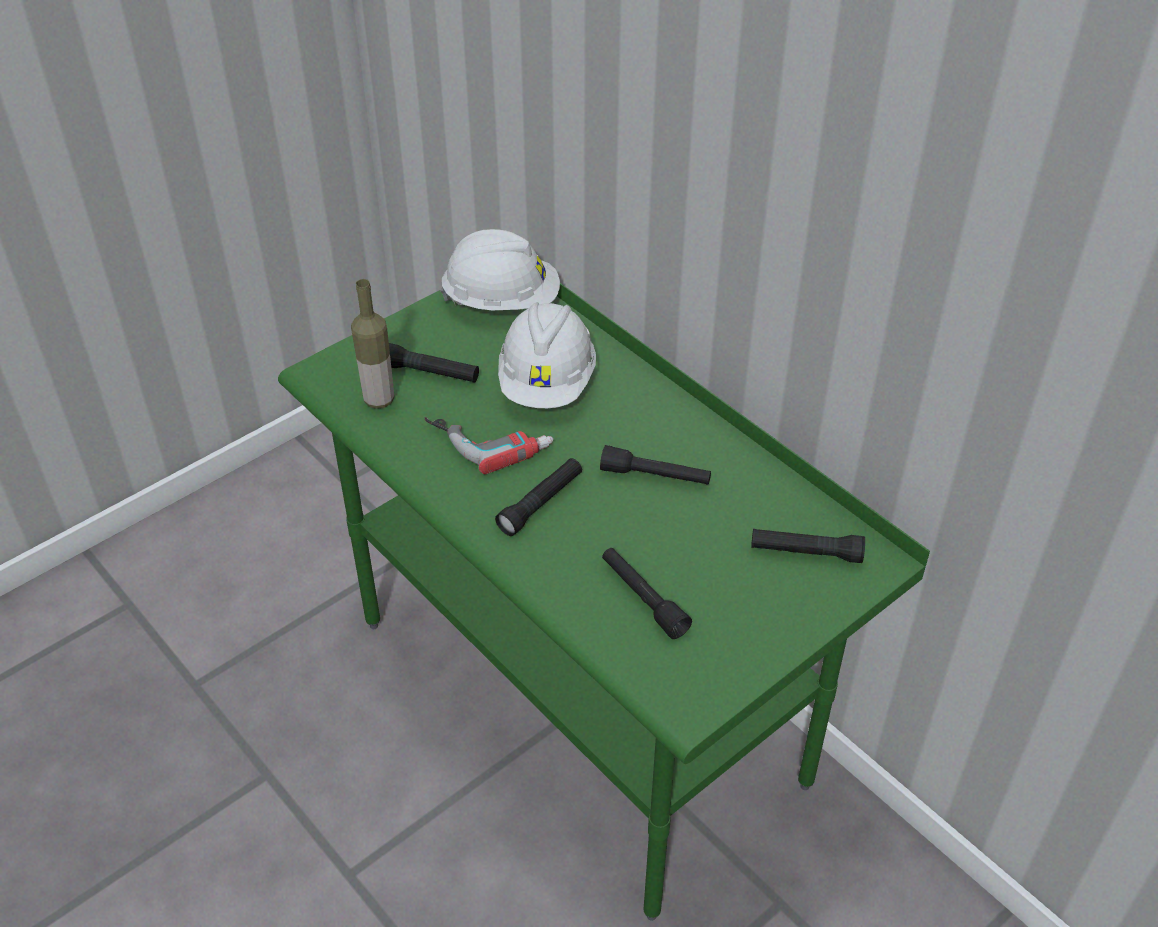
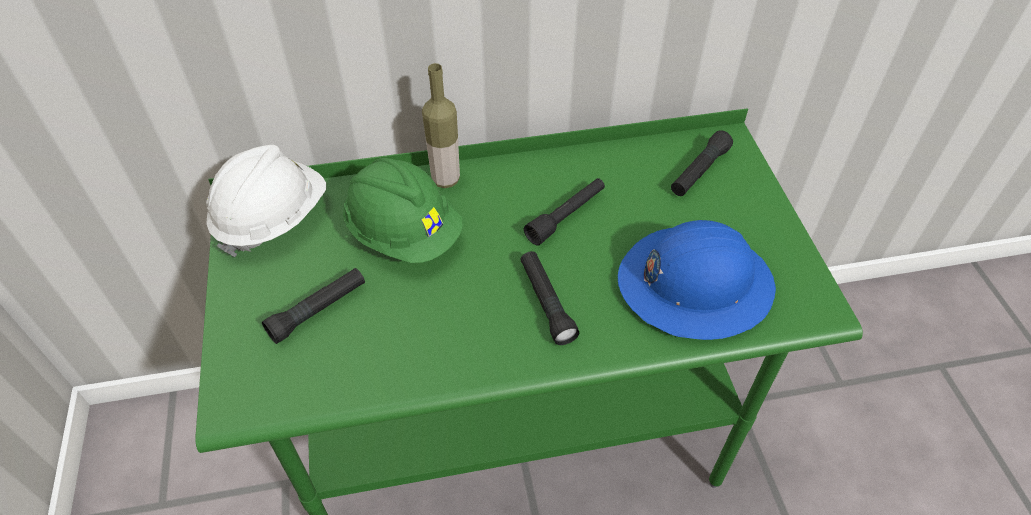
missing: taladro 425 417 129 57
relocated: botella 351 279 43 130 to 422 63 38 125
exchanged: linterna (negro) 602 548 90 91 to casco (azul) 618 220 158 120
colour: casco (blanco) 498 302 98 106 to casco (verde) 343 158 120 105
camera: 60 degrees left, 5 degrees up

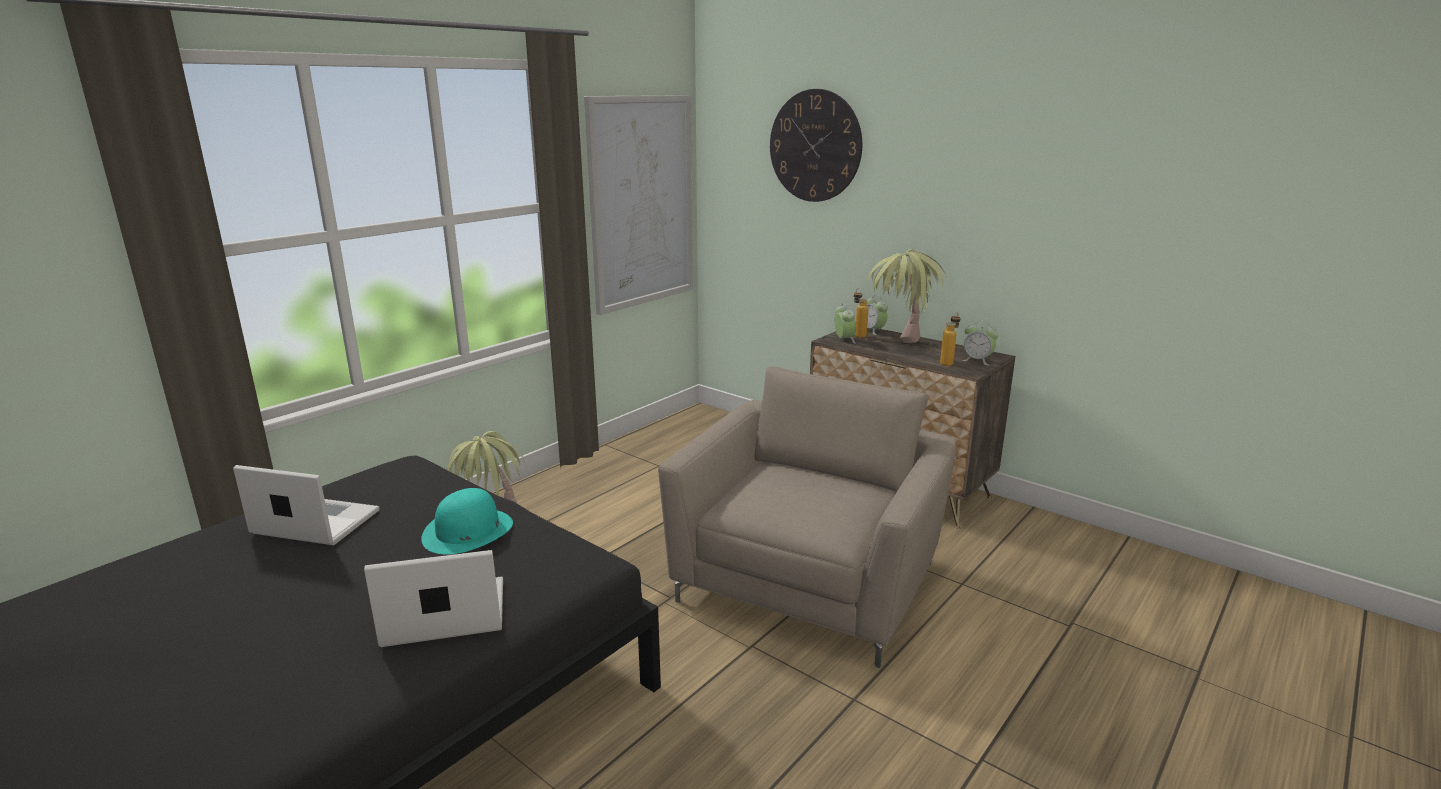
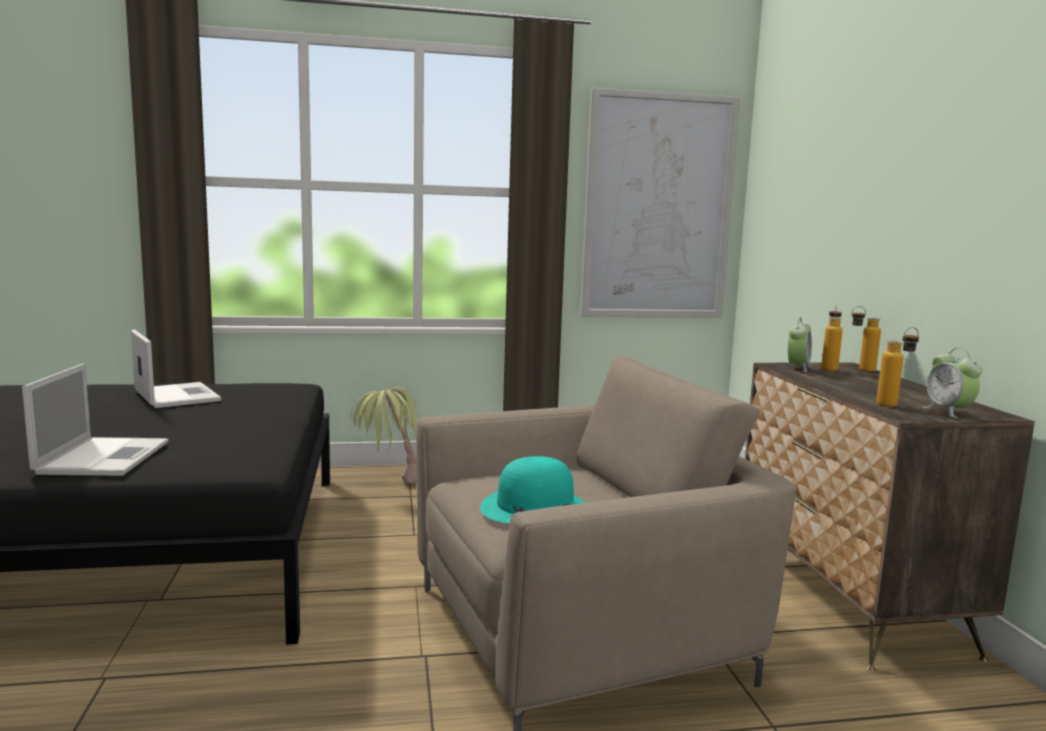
missing: reloj de pared 770 89 92 113; planta en maceta 868 249 79 94
relocated: sombrero (turquesa) 421 488 92 67 to 480 456 106 67
exchanged: despertador 867 295 21 40 to botella 851 306 30 66
spun: portátil 364 550 139 97 = 22 363 146 113 60 degrees clockwise
camera: 40 degrees right, 10 degrees down

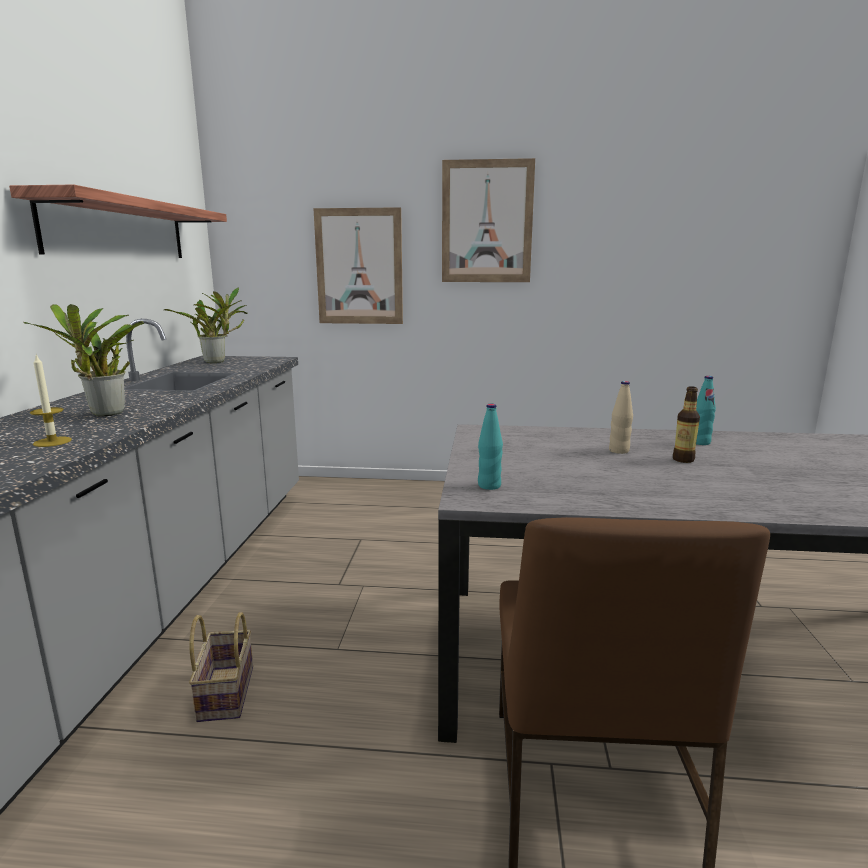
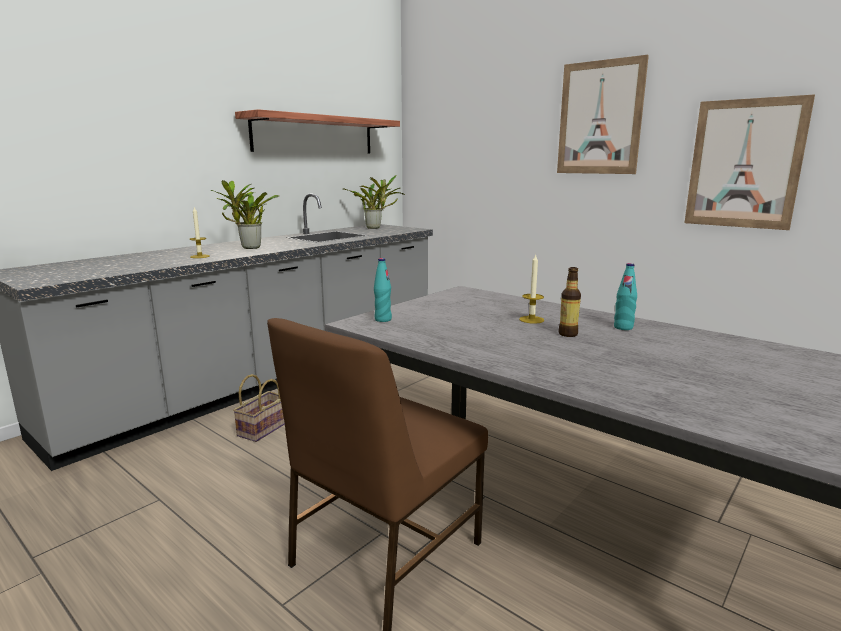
relocated: cuadro 313 207 90 117 to 684 94 131 136
exchanged: botella (beis) 609 381 24 73 to vela 519 253 25 71
camera: 35 degrees right, 0 degrees up

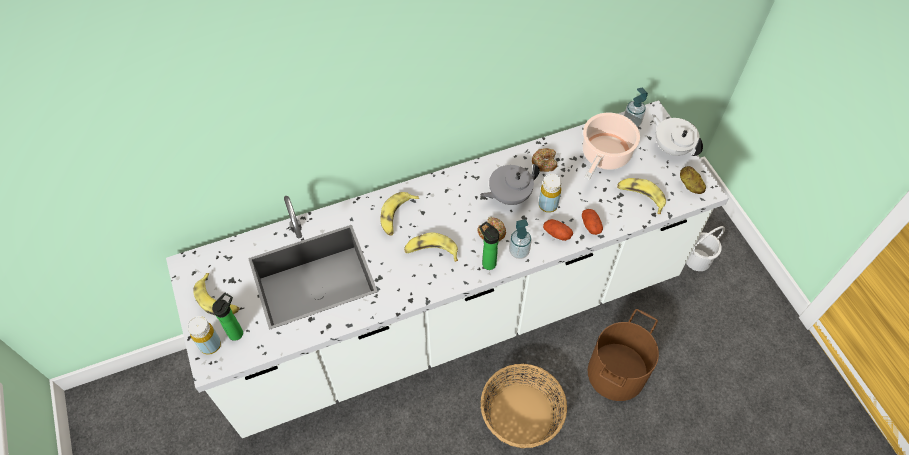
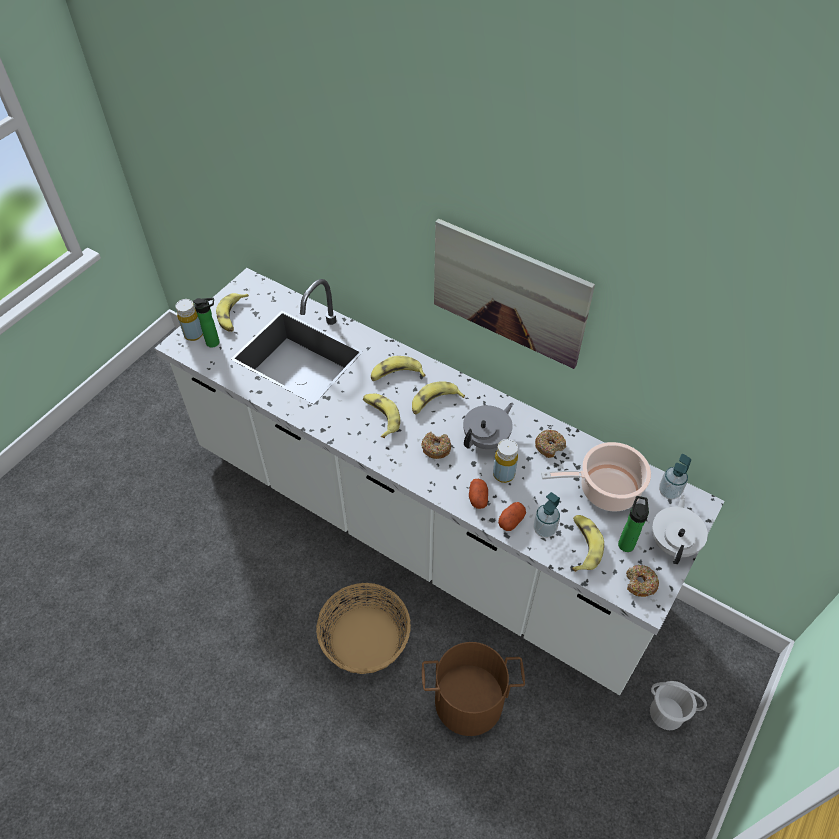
appeared: cuadro 434 219 161 150; plátano 412 381 53 33
relocated: dispensador de jabón 509 219 23 40 to 533 492 27 46; botella 479 222 20 48 to 618 496 31 56
exchanged: patata 680 166 26 28 to rosquilla 626 565 33 32
spun: tetera (gris) 480 164 60 41 = 463 403 50 46 105 degrees clockwise
camera: 55 degrees right, 5 degrees down

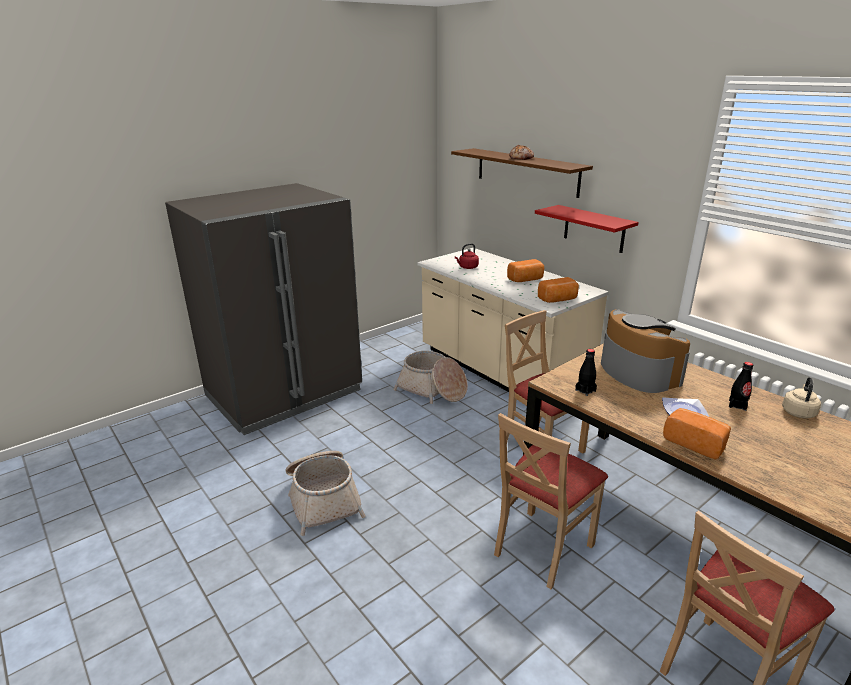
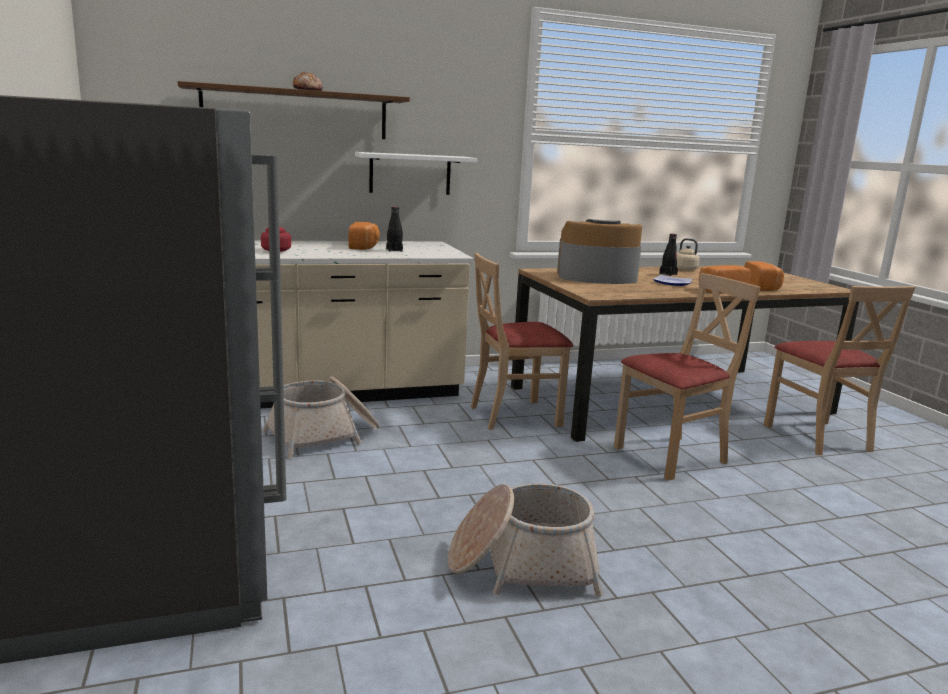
relocated: pan 538 277 41 26 to 744 261 40 30; botella (negro) 575 349 22 47 to 386 206 17 46
colour: estante (rojo) 535 205 103 48 to estante (blanco) 355 152 122 43
spun: silla (beis) 494 413 114 176 = 614 273 147 208 90 degrees counterclockwise
camera: 70 degrees left, 10 degrees down

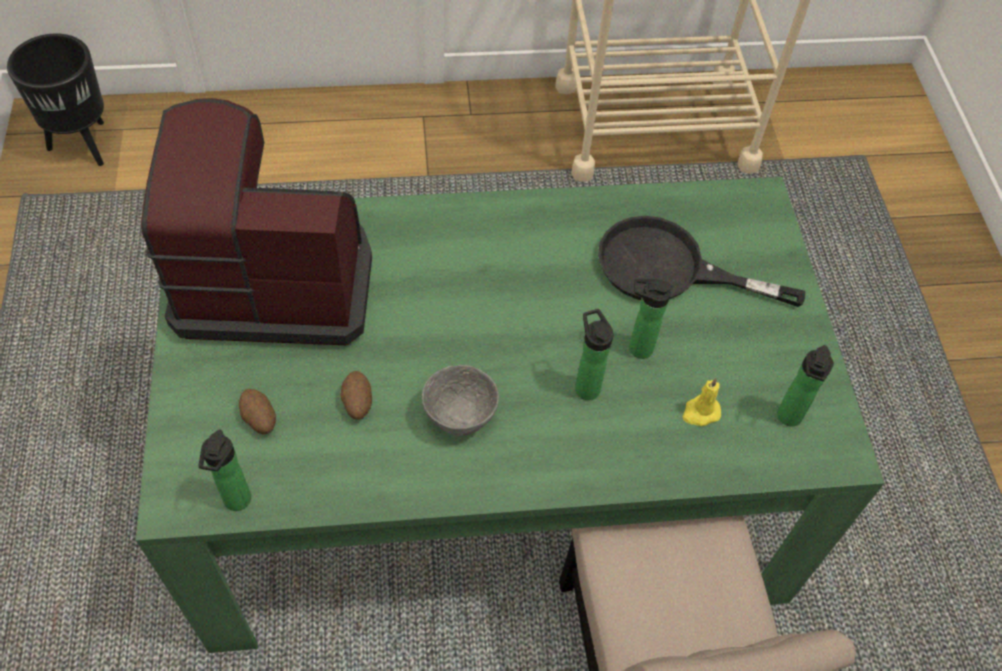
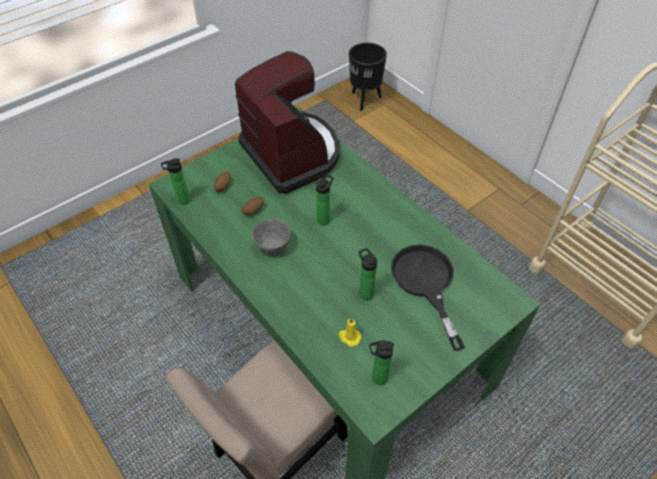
relocated: botella 575 309 38 91 to 316 174 18 52
camera: 60 degrees right, 5 degrees down

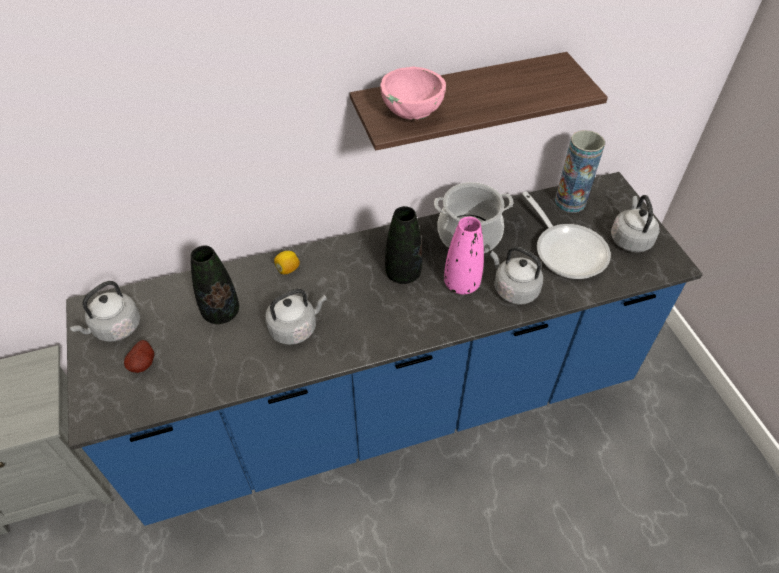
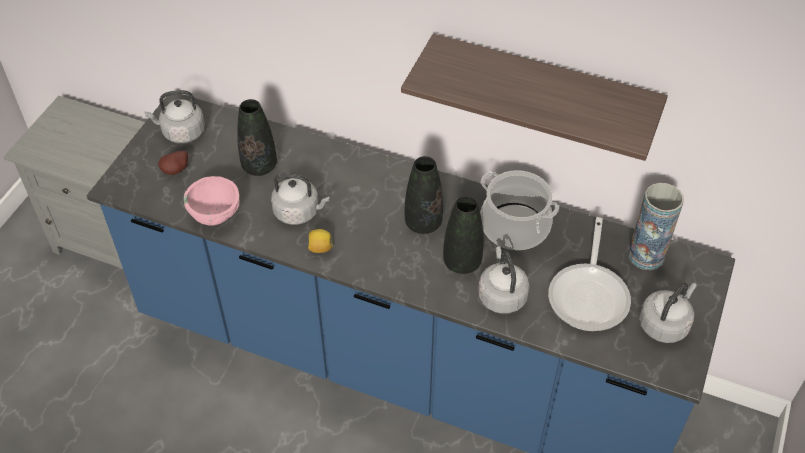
relocated: cuenco (rosa) 380 67 66 53 to 184 176 56 50; limón 274 251 26 23 to 308 229 25 24
colour: florero (rosa) 444 217 40 77 to florero (negro) 443 196 40 78
camera: 40 degrees right, 0 degrees up

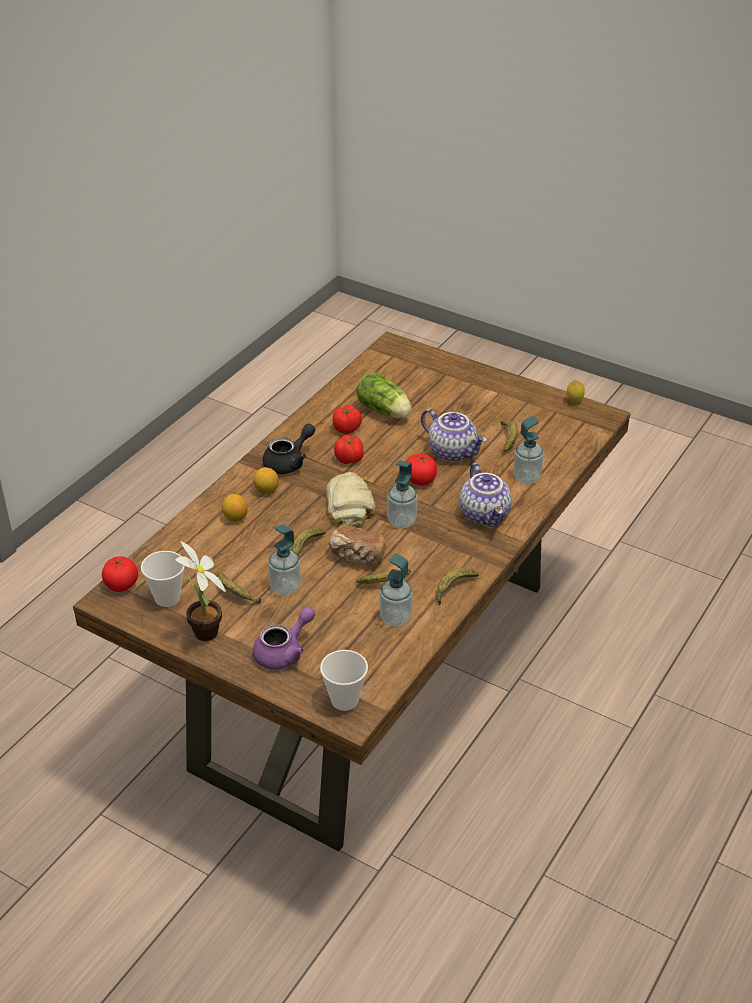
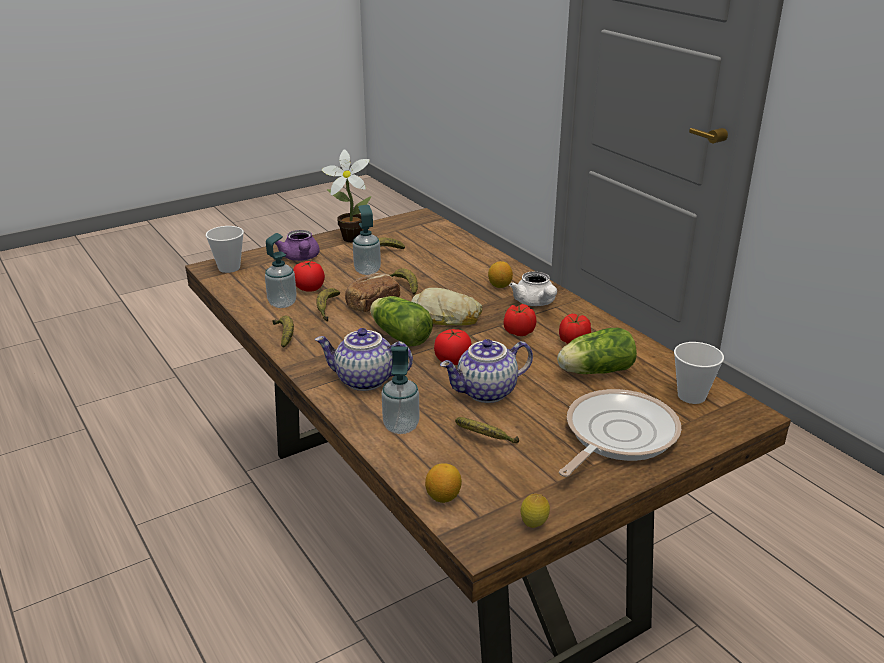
appeared: sartén 559 389 122 88
relocated: limón 222 494 26 28 to 425 463 37 40; taza 141 551 44 56 to 674 342 50 62; tomate 102 556 36 36 to 293 260 32 32
exchanged: dispensador de jabón 387 460 31 68 to lechuga 370 296 63 50
colour: tetera (negro) 263 423 52 51 to tetera (blanco) 509 271 48 35
camera: 115 degrees right, 10 degrees down

